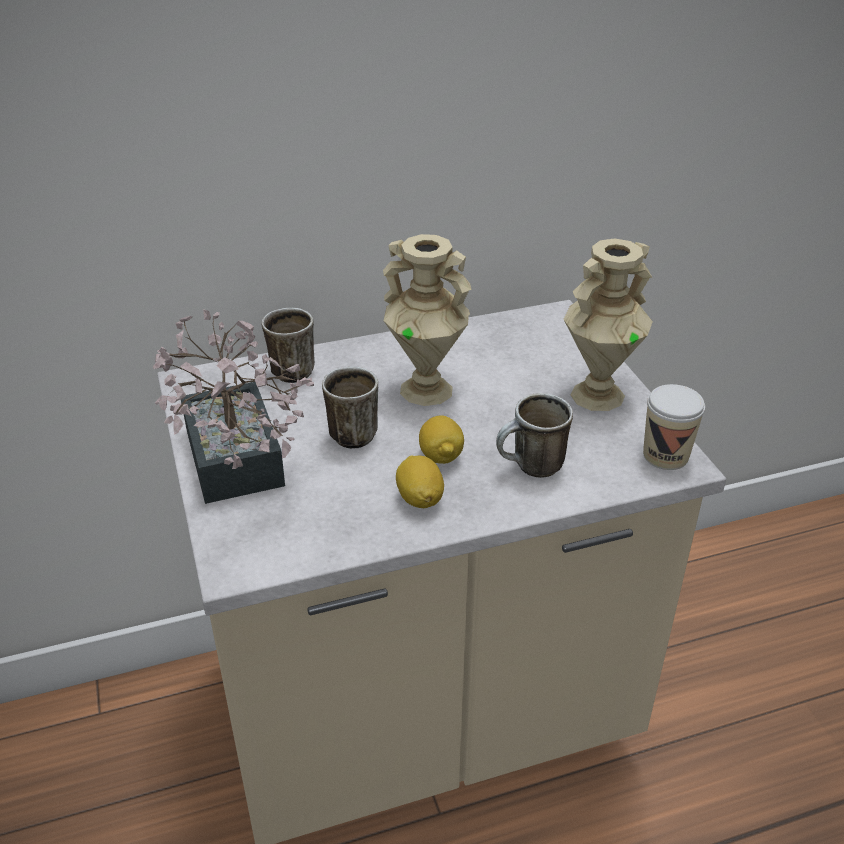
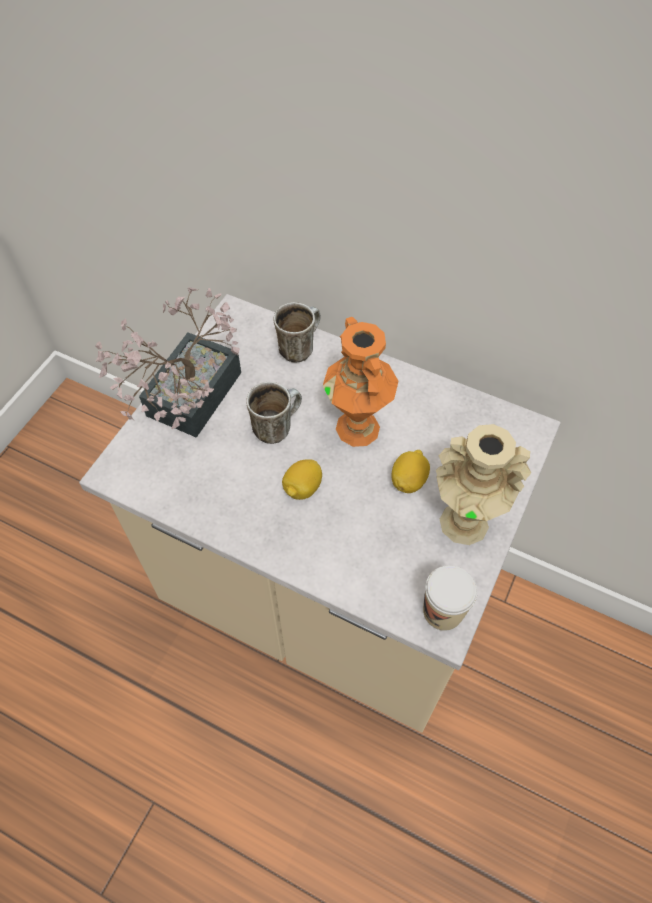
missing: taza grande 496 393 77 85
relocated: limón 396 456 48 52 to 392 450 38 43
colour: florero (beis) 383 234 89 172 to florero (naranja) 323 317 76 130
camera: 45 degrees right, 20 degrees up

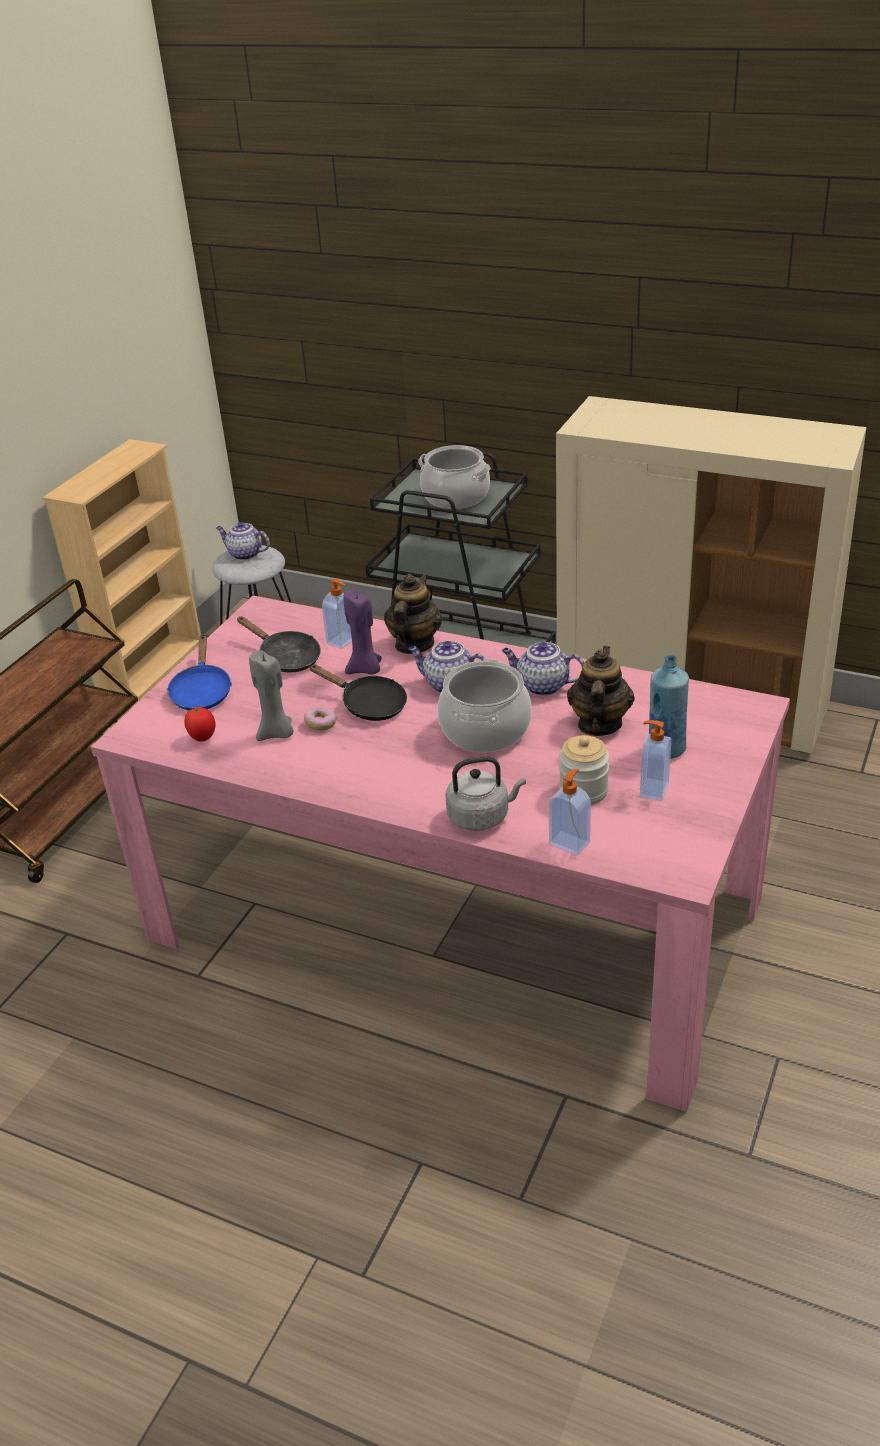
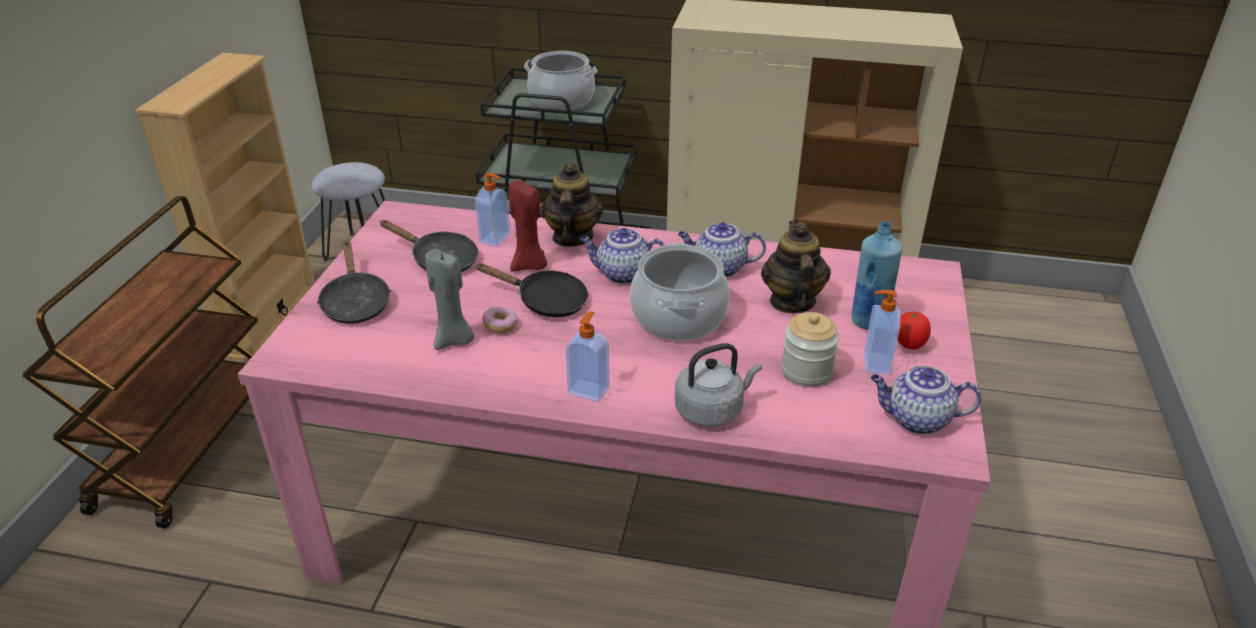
relocated: tetera 216 522 54 38 to 870 365 111 69; tomate 184 707 32 35 to 898 311 33 39; dispensador de jabón 549 769 42 87 to 566 311 44 91
colour: vela (morado) 343 589 39 86 to vela (rojo) 509 180 38 92; sartén (azul) 167 635 65 75 to sartén (negro) 317 241 74 83
camera: 15 degrees left, 0 degrees up

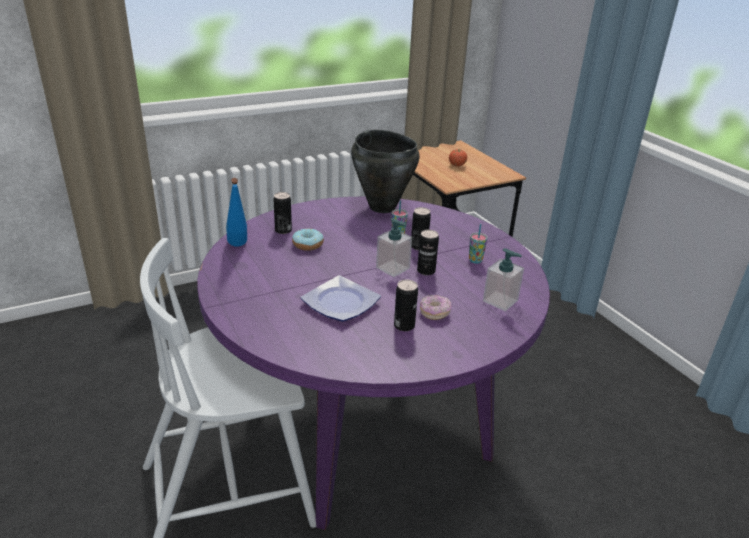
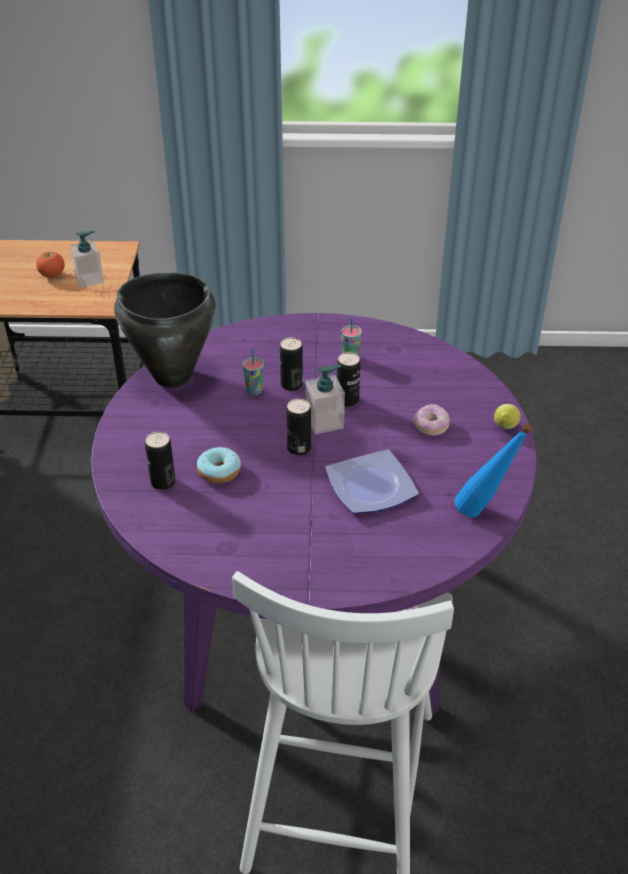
appeared: limón 494 404 27 25
relocated: botella (azul) 226 178 21 69 to 454 424 78 93; dispensador de jabón 483 248 41 63 to 70 230 34 58; lata 394 279 24 52 to 286 399 25 56
camera: 60 degrees left, 10 degrees up

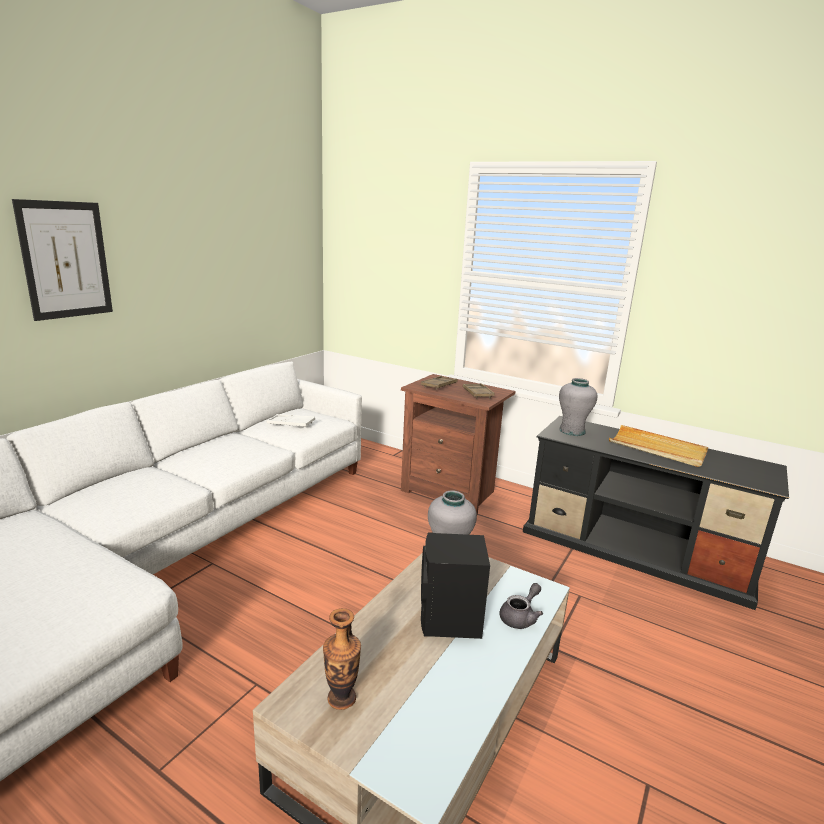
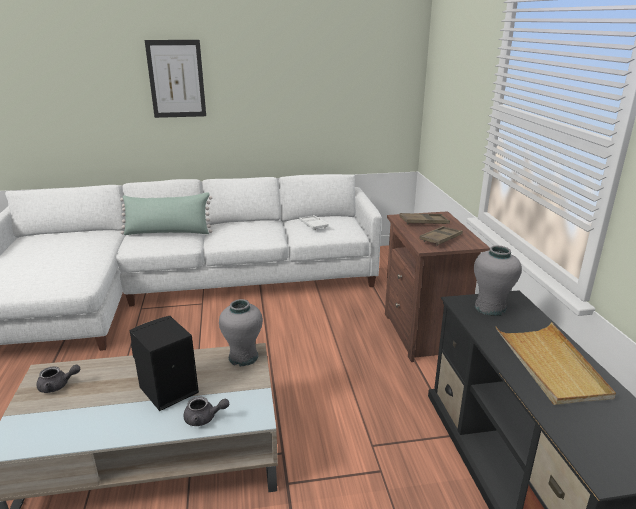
appeared: cojín (verde) 120 192 92 43
exchanged: florero 323 608 38 102 to tetera (gris) 36 365 44 28
camera: 50 degrees right, 5 degrees up

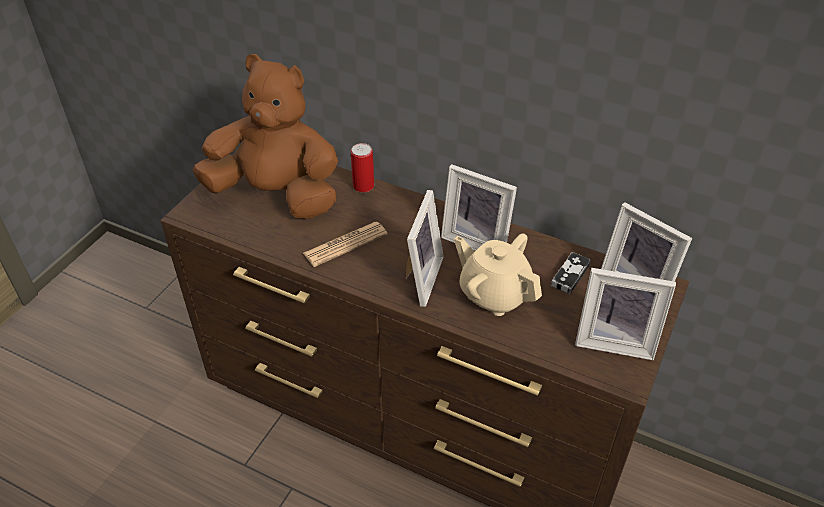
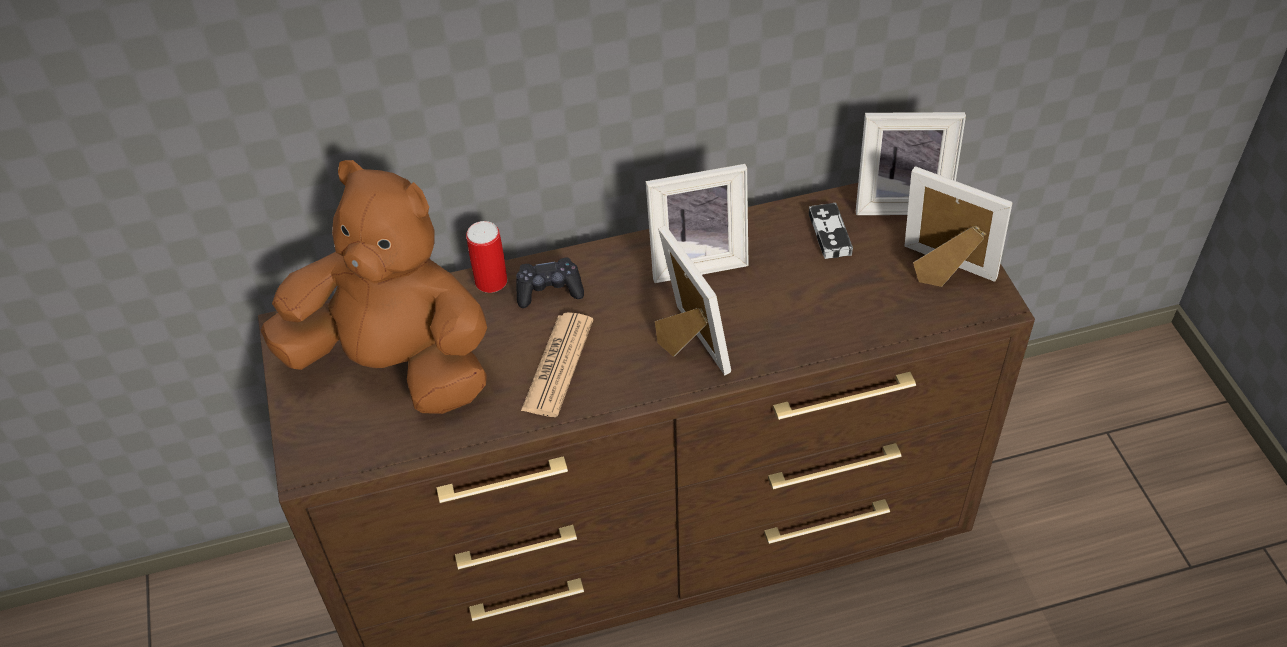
missing: tetera (beis) 454 233 88 83
appeared: mando de consola (negro) 516 258 68 50
spun: peluche (marrón) 193 54 145 165 = 261 160 226 254 45 degrees clockwise; portarretratos 575 268 101 92 = 905 167 108 120 120 degrees counterclockwise
camera: 40 degrees left, 5 degrees up

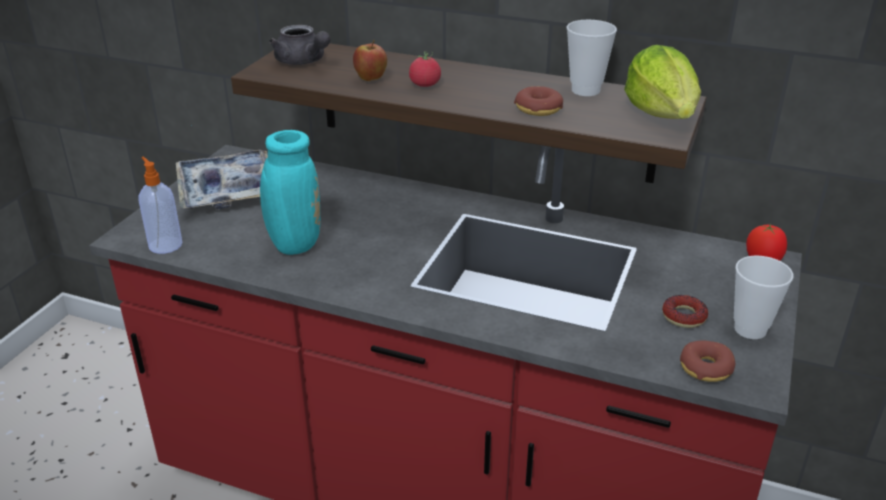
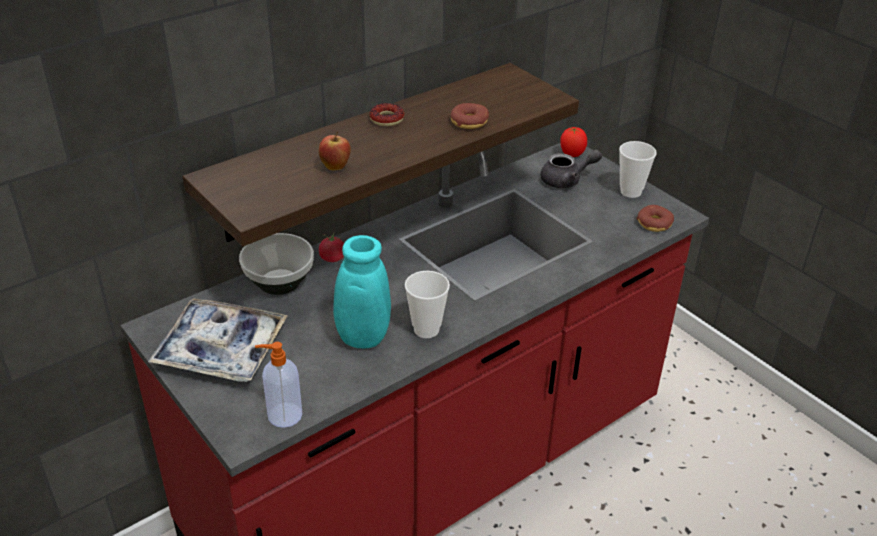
missing: lechuga 624 45 77 74
appeared: cuenco 239 233 75 62
relocated: taza 567 20 50 76 to 405 271 45 67; tetera (gris) 269 25 61 40 to 541 149 61 39; tomate 409 51 32 36 to 319 232 25 30; rosquilla 662 295 46 33 to 369 103 36 23
camera: 60 degrees left, 5 degrees up

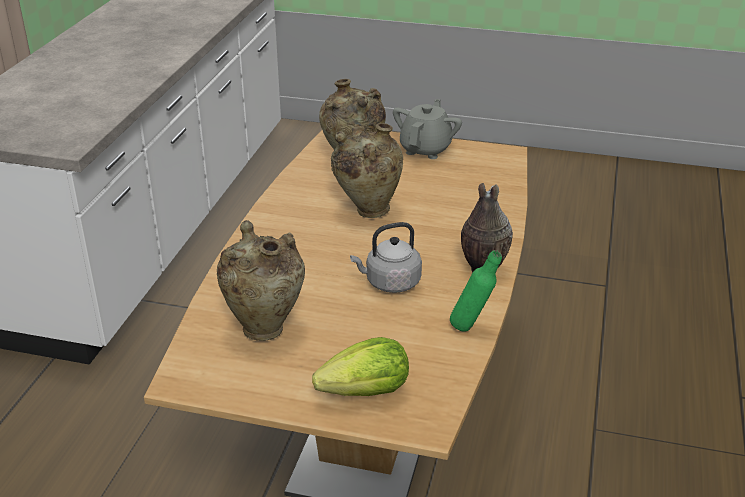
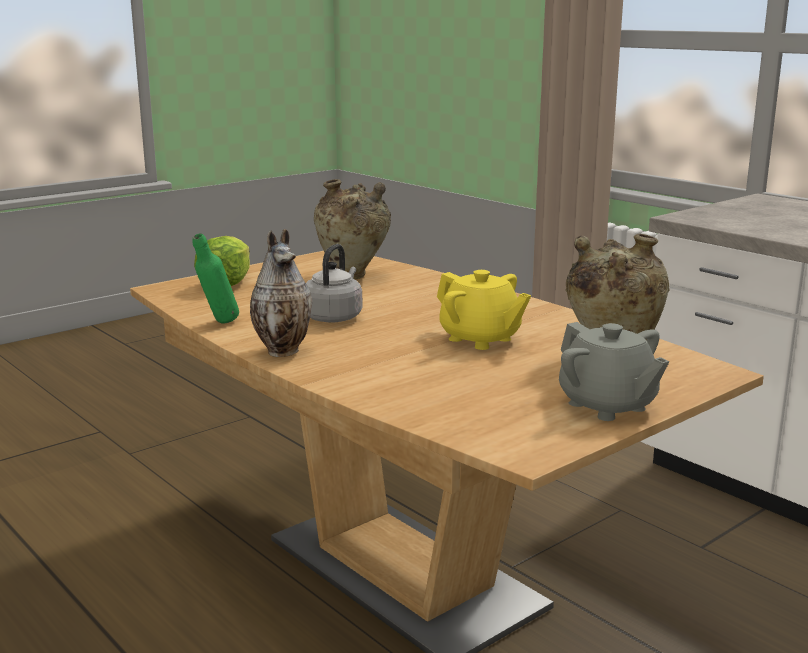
exchanged: florero (beis) 331 123 72 95 to tetera (amarillo) 437 270 94 80
camera: 125 degrees right, 15 degrees down

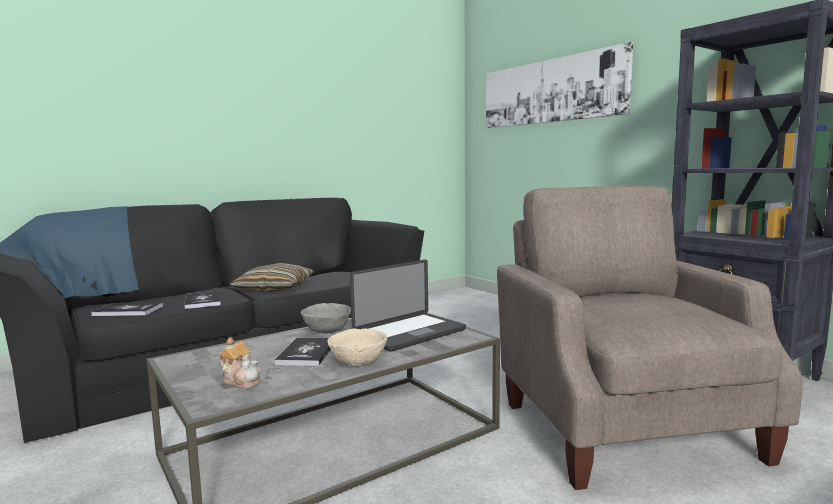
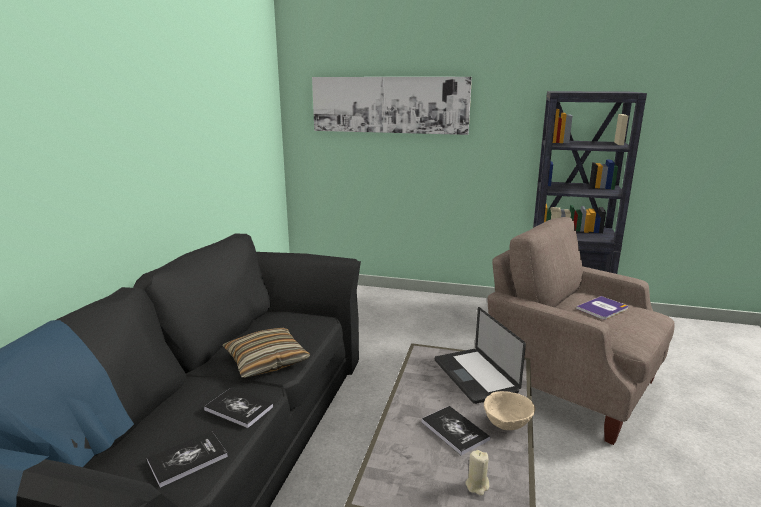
missing: cuenco (gris) 301 303 50 31
appeared: libro 576 296 52 23
exchanged: tetera 219 337 42 52 to vela (beis) 465 450 24 46
spun: portátil 350 260 116 92 = 435 307 91 97 150 degrees clockwise
camera: 40 degrees left, 10 degrees up

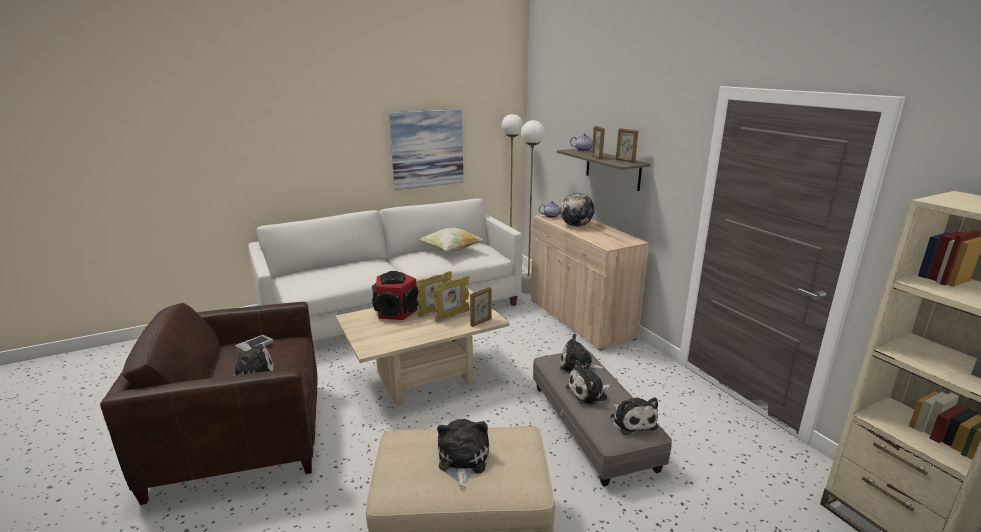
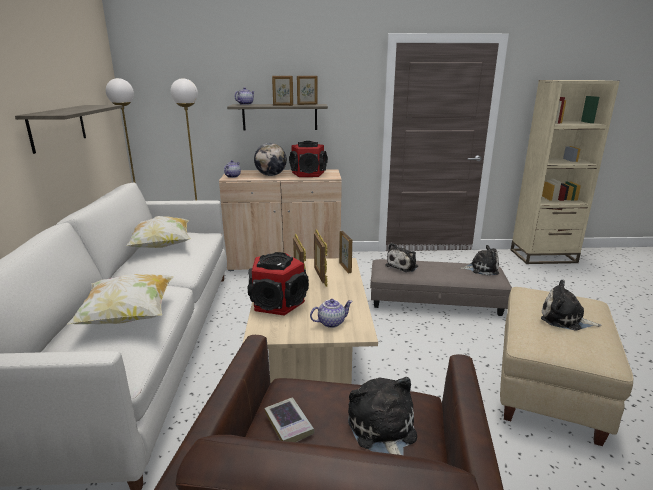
missing: peluche 566 360 45 45
appeared: altavoz 289 141 39 36; cojín 66 274 108 51; tetera 310 299 43 29
exchanged: cuadro 389 109 74 81 to estante 15 105 108 49
camera: 65 degrees left, 0 degrees up

